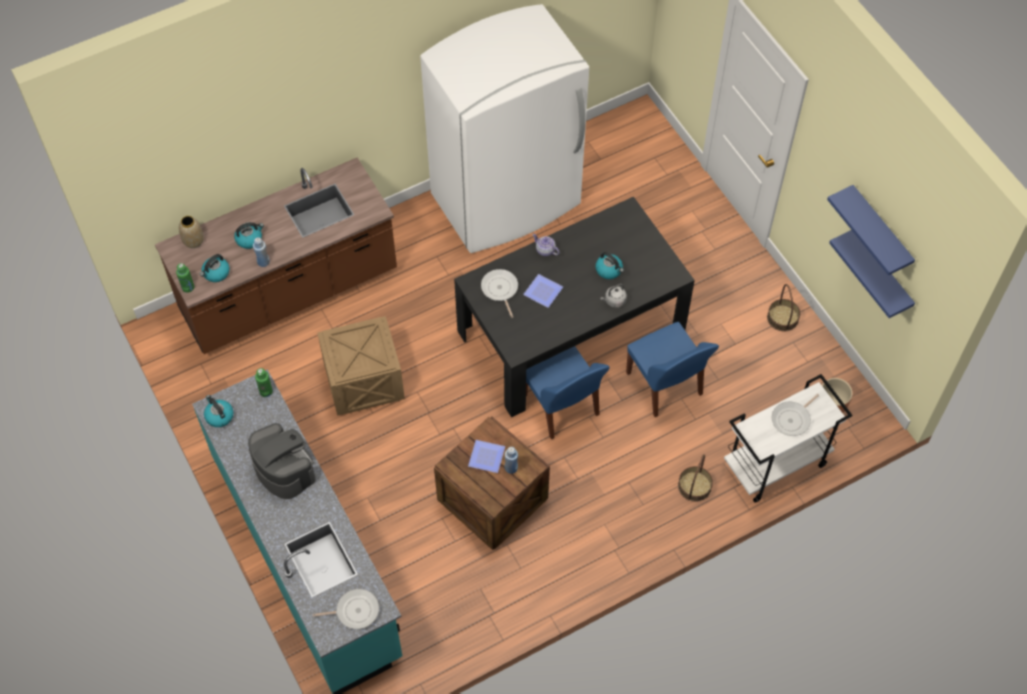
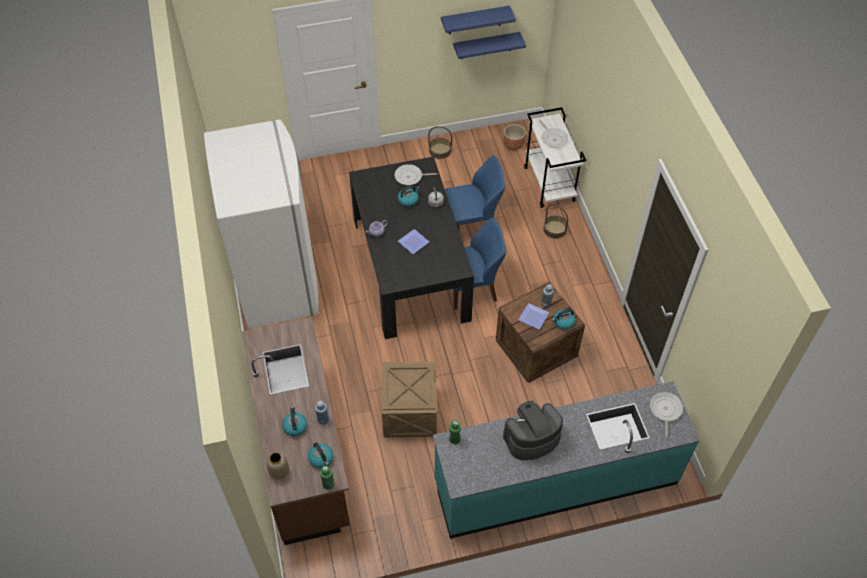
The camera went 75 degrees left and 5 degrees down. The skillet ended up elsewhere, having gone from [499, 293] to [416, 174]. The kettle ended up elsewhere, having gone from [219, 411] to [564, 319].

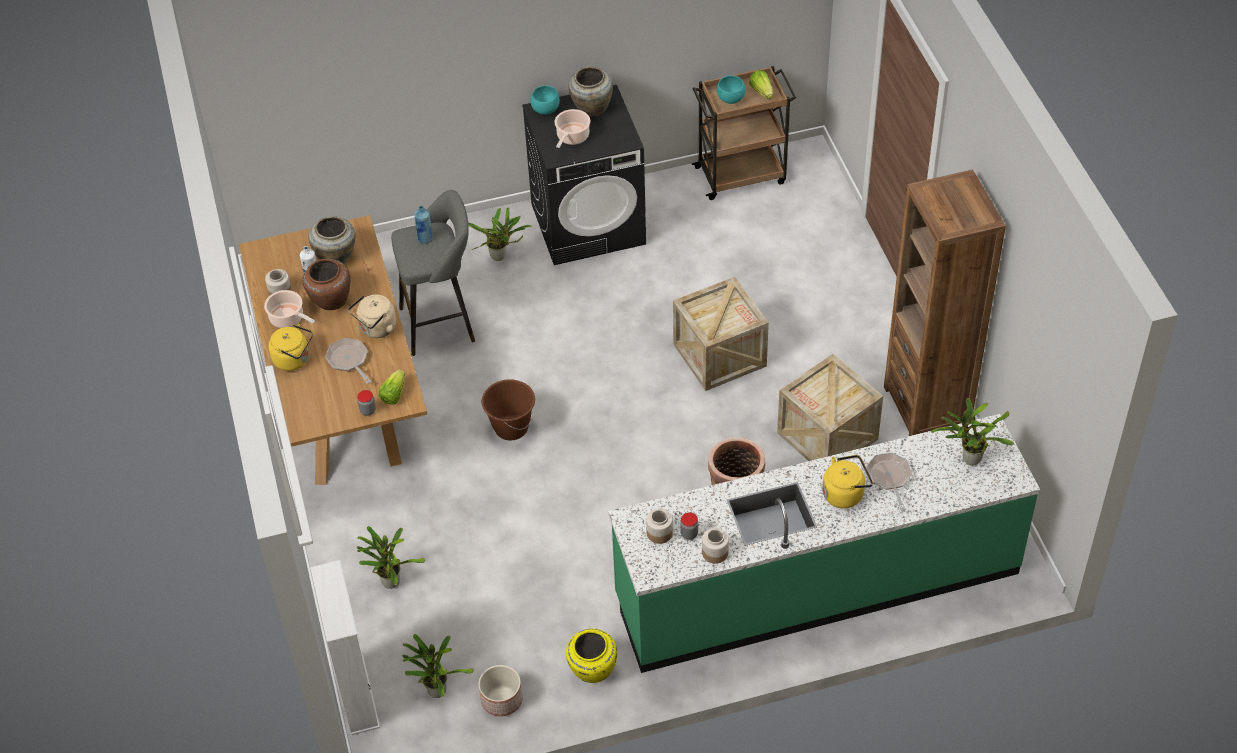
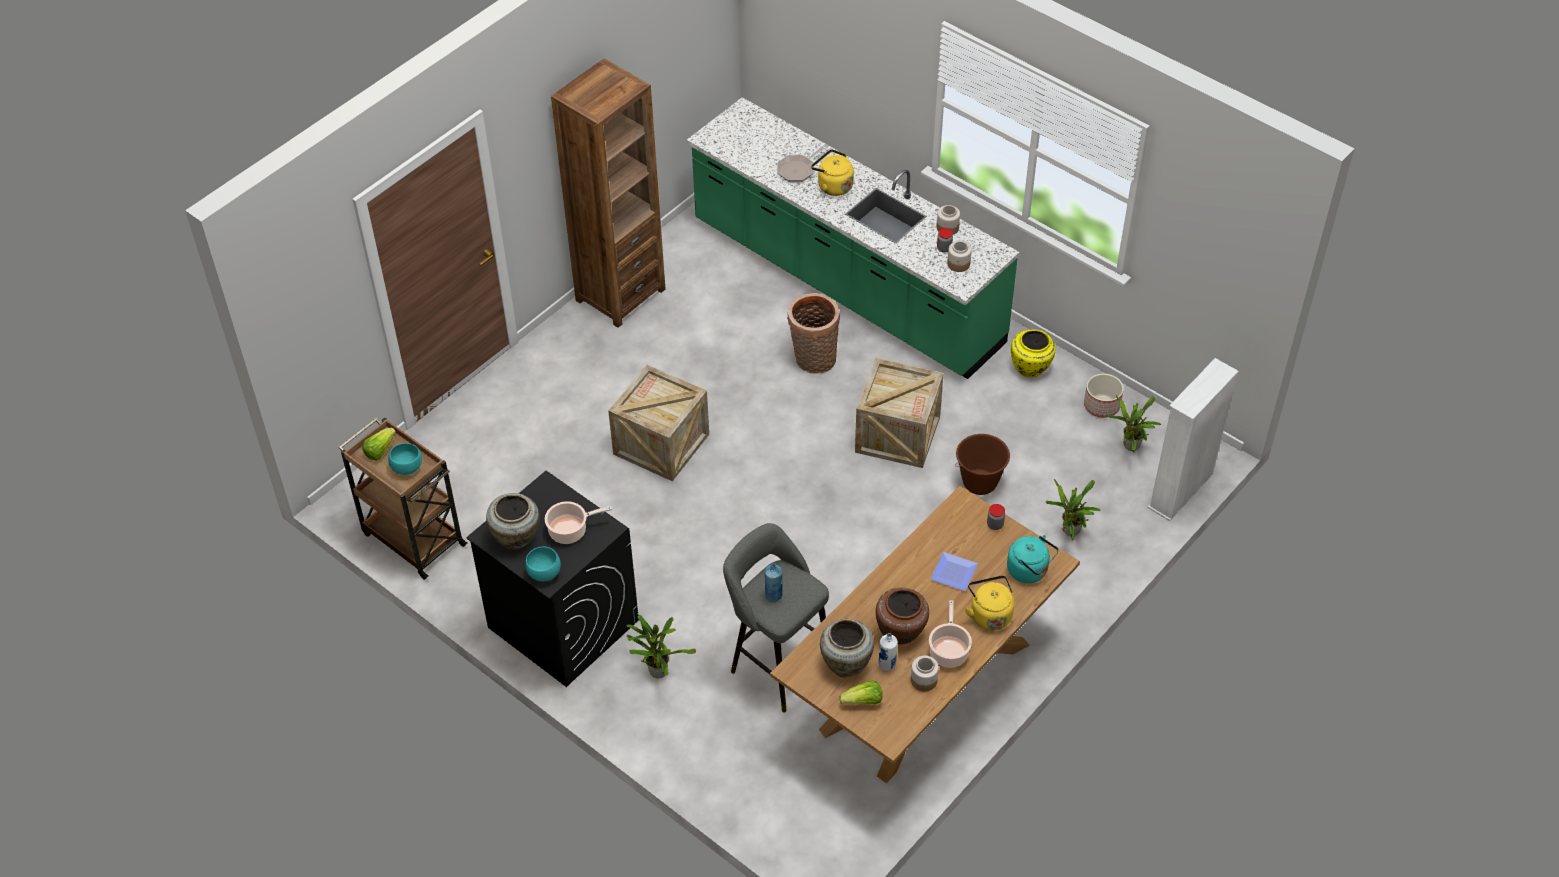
The camera went 125 degrees left and 0 degrees up. The lettuce ended up elsewhere, having gone from [391, 387] to [861, 693]. The shipping crate ended up elsewhere, having gone from [830, 407] to [899, 413]. Where the skillet stood at [348, 361], the dinner plate came to stand at [954, 571]. The brown pail ended up elsewhere, having gone from [508, 410] to [982, 464]. The second view gained the blue-green kettle at [1033, 559]. The second view lost the beige kettle at [372, 316]. The second view lost the houseplant at [972, 431].

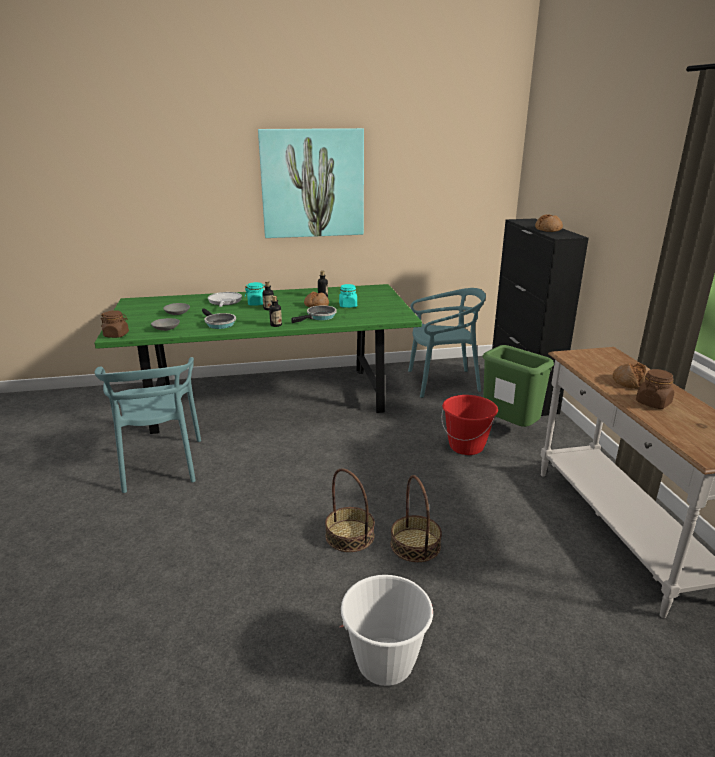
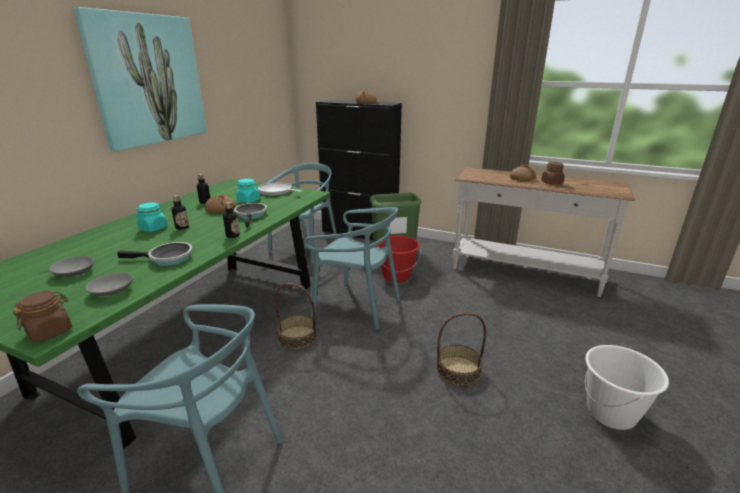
The camera went 55 degrees left and 0 degrees up. The skillet ended up elsewhere, having gone from [225, 299] to [280, 189]. The storage basket ended up elsewhere, having gone from [416, 518] to [296, 316]. The second view gained the blue-green plain chair at [352, 268].

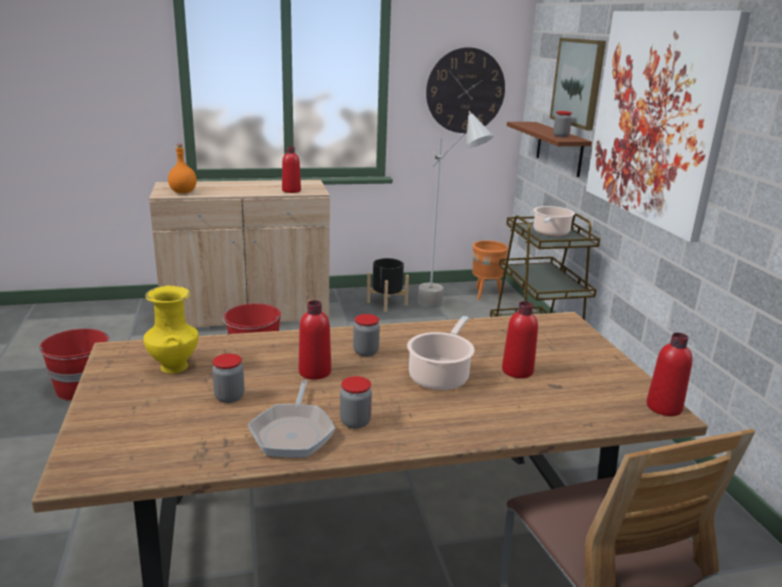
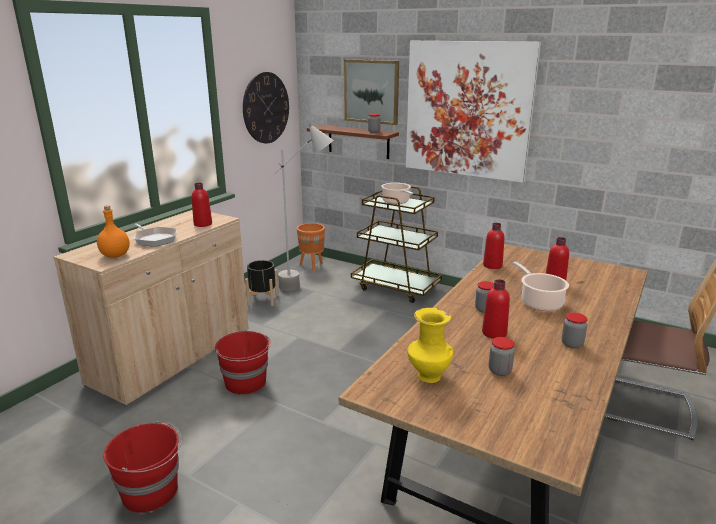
The camera went 45 degrees left and 0 degrees up. The skillet ended up elsewhere, having gone from [291, 419] to [155, 235]. The red-coloured drink bottle ended up elsewhere, having gone from [669, 374] to [493, 246].

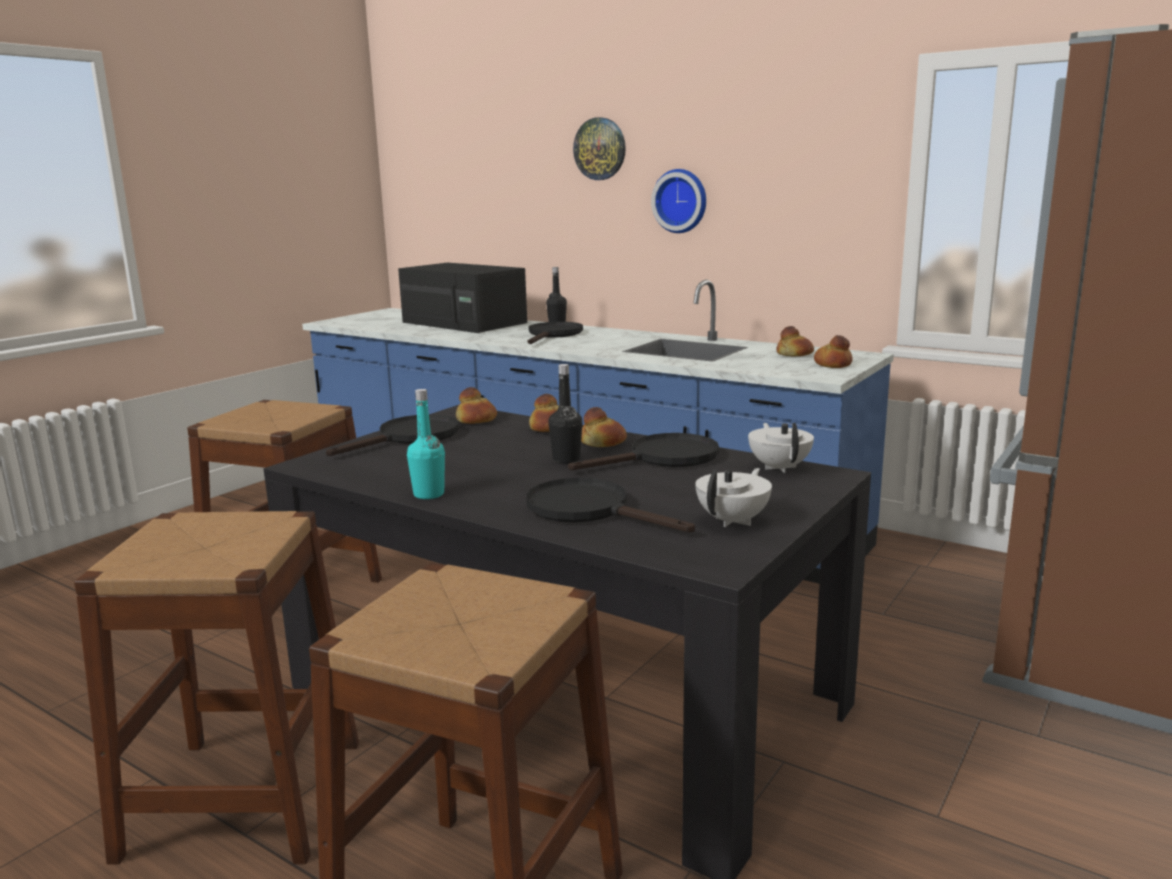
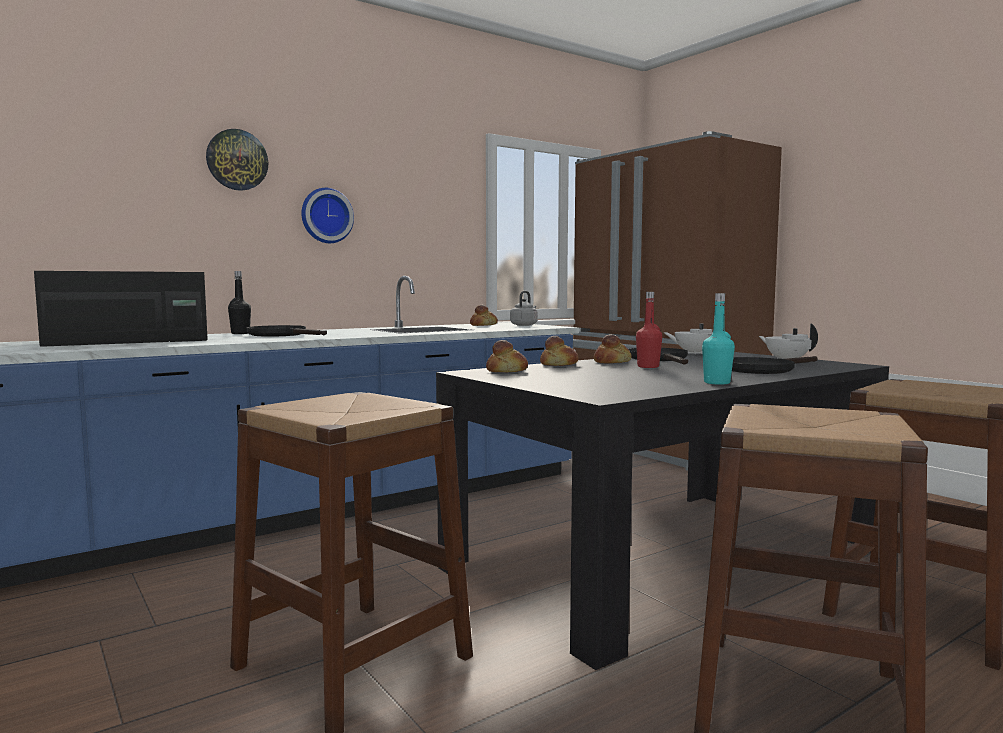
The camera went 70 degrees left and 10 degrees down. Where the baked bread stood at [833, 351], the gray kettle came to stand at [524, 308]. What was the blackish drink bottle at [565, 414] turned into the red-coloured drink bottle at [649, 330]. The second view lost the blackish skillet at [392, 435].

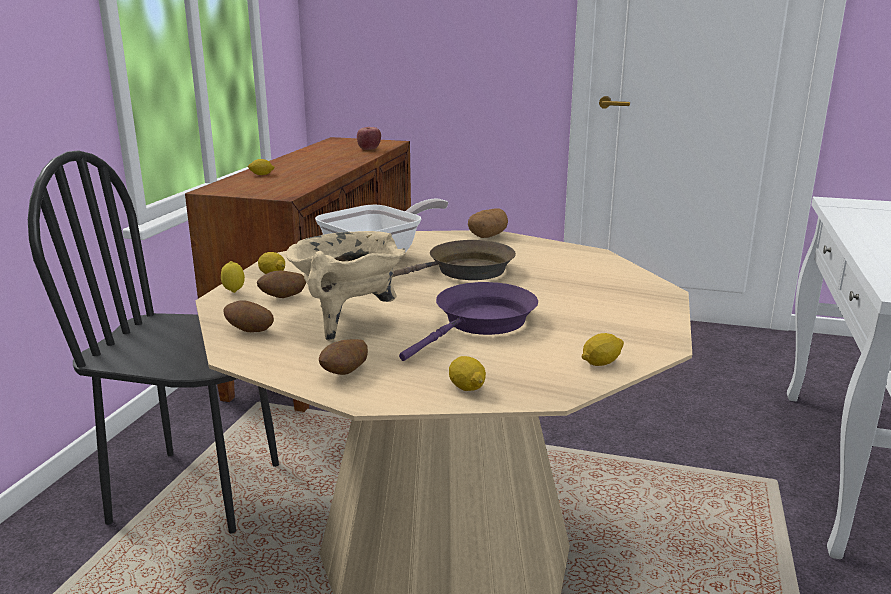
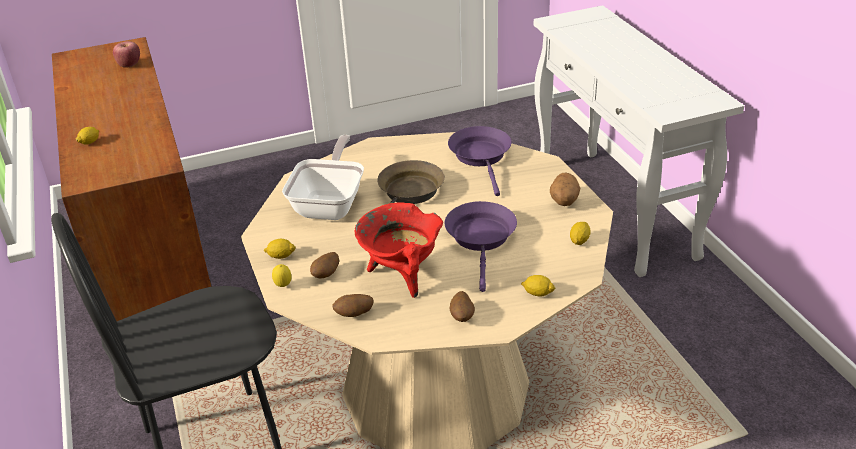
The camera went 35 degrees left and 15 degrees up. What was the beige stockpot at [345, 286] turned into the red-coloured stockpot at [399, 250]. The second view gained the purple skillet at [479, 161]. The potato ended up elsewhere, having gone from [488, 223] to [565, 189].

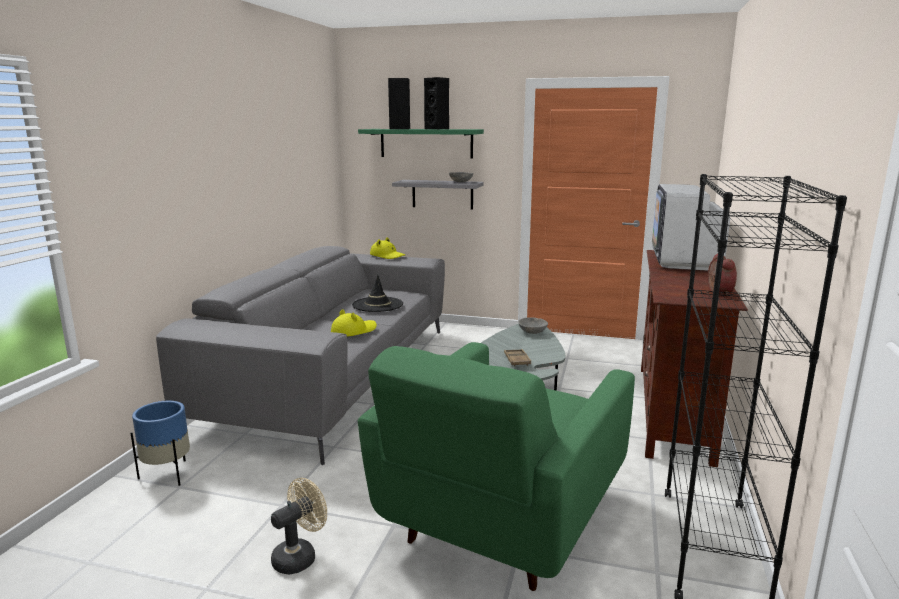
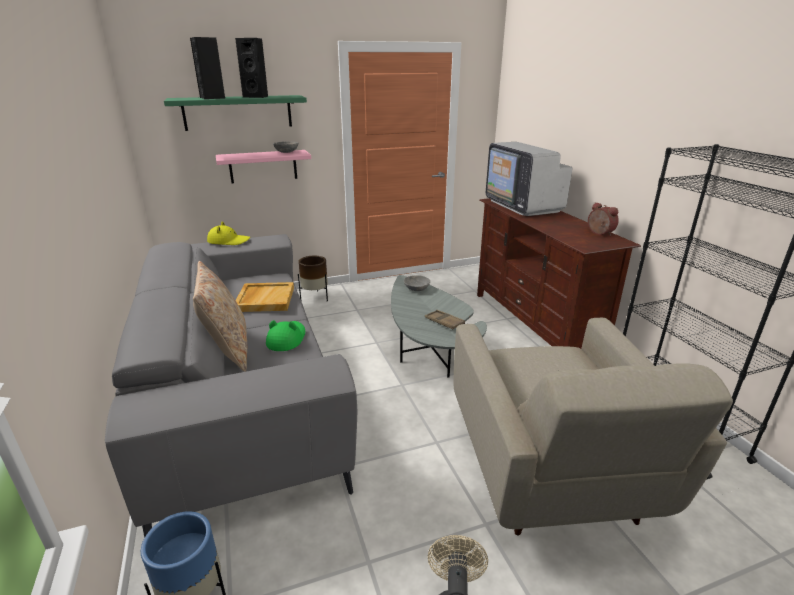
The camera went 35 degrees left and 10 degrees up. The second view gained the beige cushion at [220, 316]. What was the gray wall shelf at [438, 195] turned into the pink-coloured wall shelf at [263, 166]. Where the blackish clothing hat stood at [377, 293], the beige carrying tray came to stand at [265, 297]. What was the yellow-coloured clothing hat at [354, 322] turned into the green-coloured clothing hat at [285, 335]. The second view gained the brown planter at [313, 279]. What was the green-coloured lounge chair at [496, 466] turned into the beige lounge chair at [593, 426].

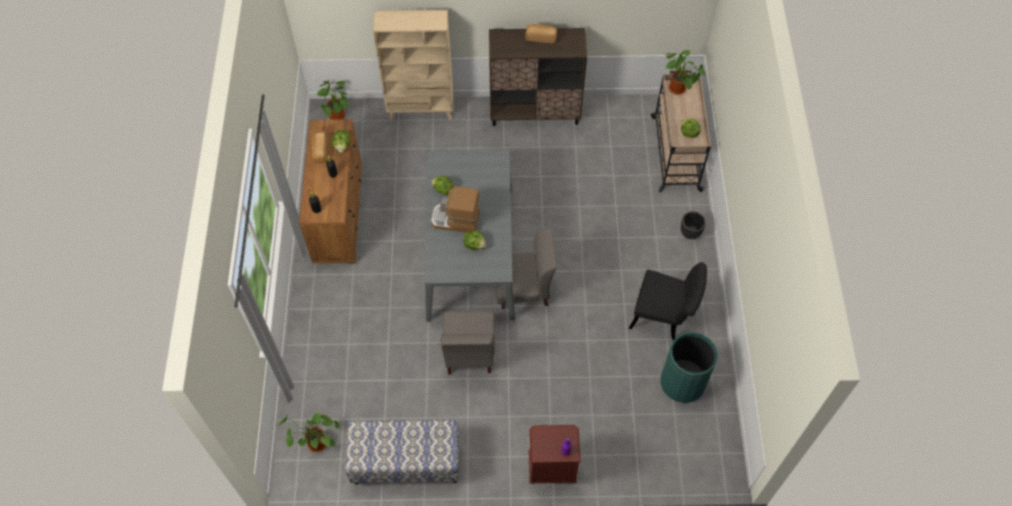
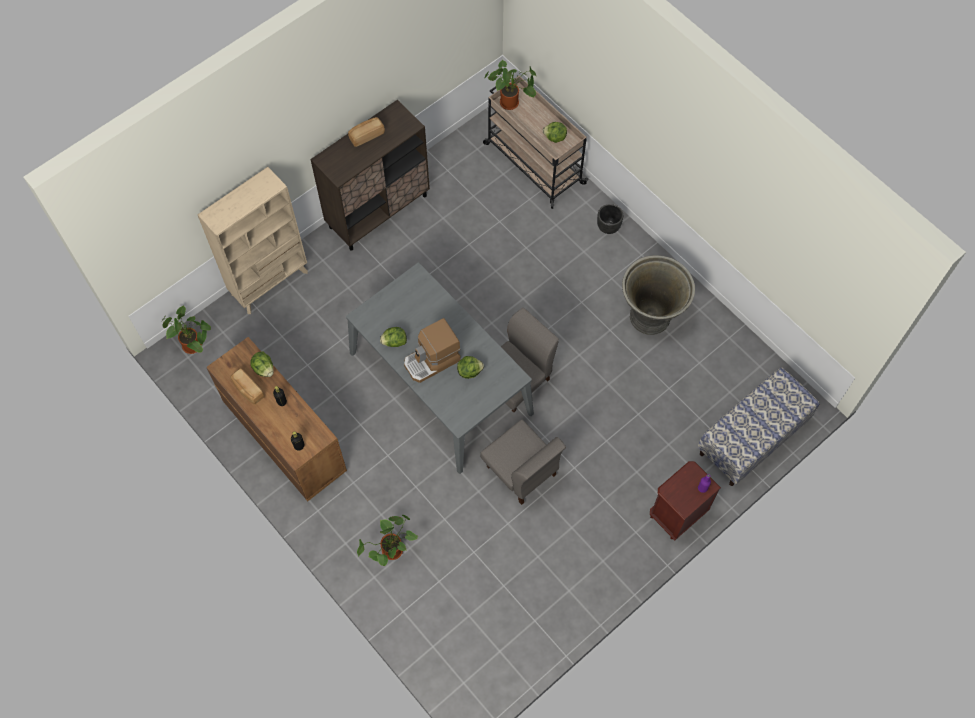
The camera went 40 degrees left and 5 degrees up. The houseplant ended up elsewhere, having gone from [309, 432] to [387, 540]. Where the blackish plain chair stood at [668, 301], the gray planter came to stand at [658, 295]. The long seat ended up elsewhere, having gone from [402, 452] to [759, 426]. The second view lost the green-coloured waste bin at [689, 367].

